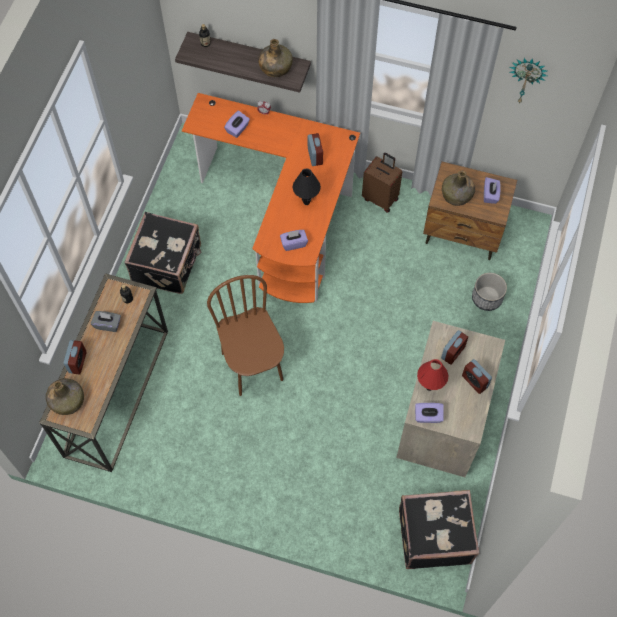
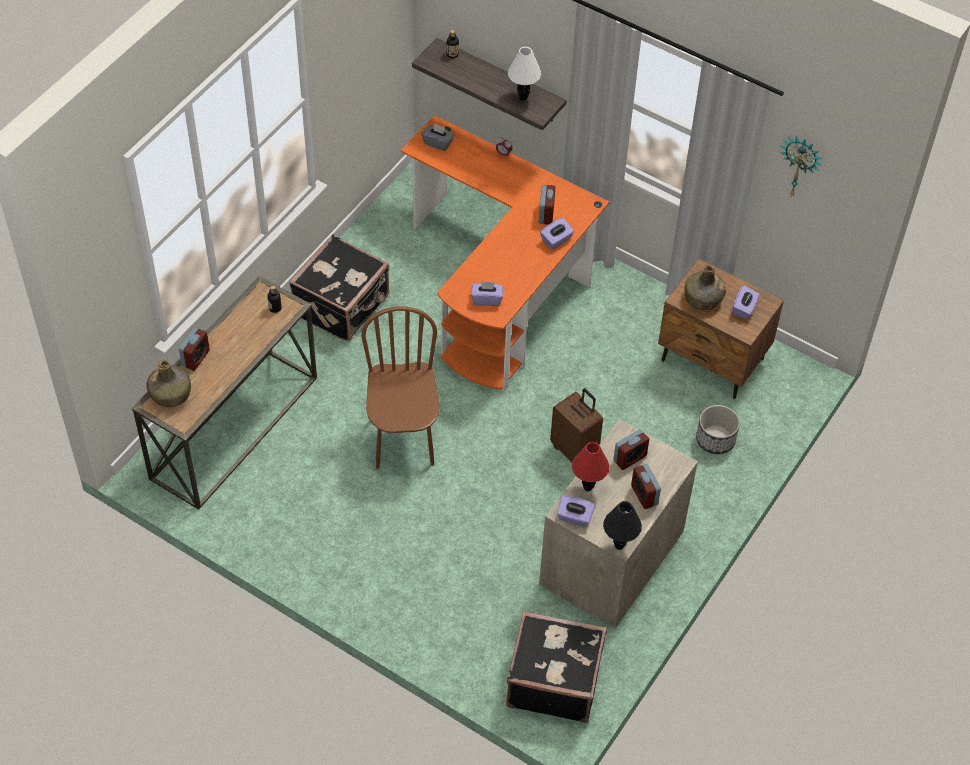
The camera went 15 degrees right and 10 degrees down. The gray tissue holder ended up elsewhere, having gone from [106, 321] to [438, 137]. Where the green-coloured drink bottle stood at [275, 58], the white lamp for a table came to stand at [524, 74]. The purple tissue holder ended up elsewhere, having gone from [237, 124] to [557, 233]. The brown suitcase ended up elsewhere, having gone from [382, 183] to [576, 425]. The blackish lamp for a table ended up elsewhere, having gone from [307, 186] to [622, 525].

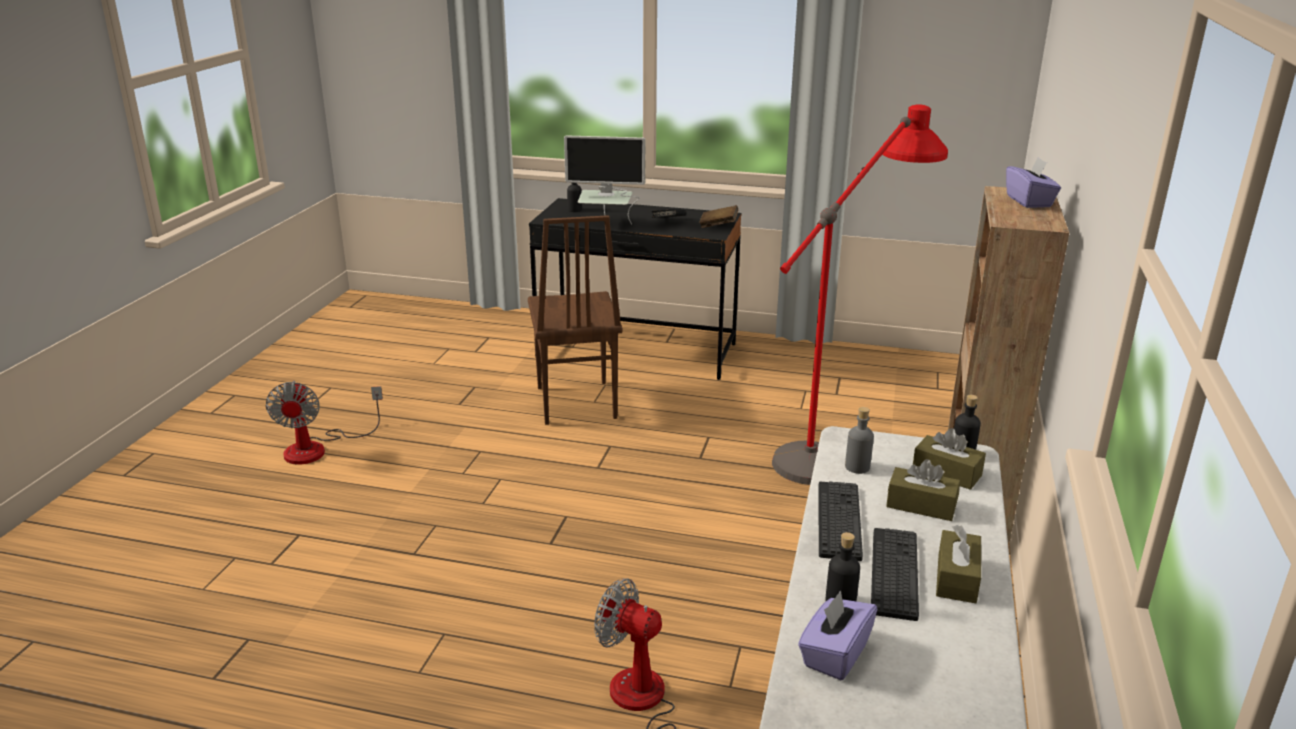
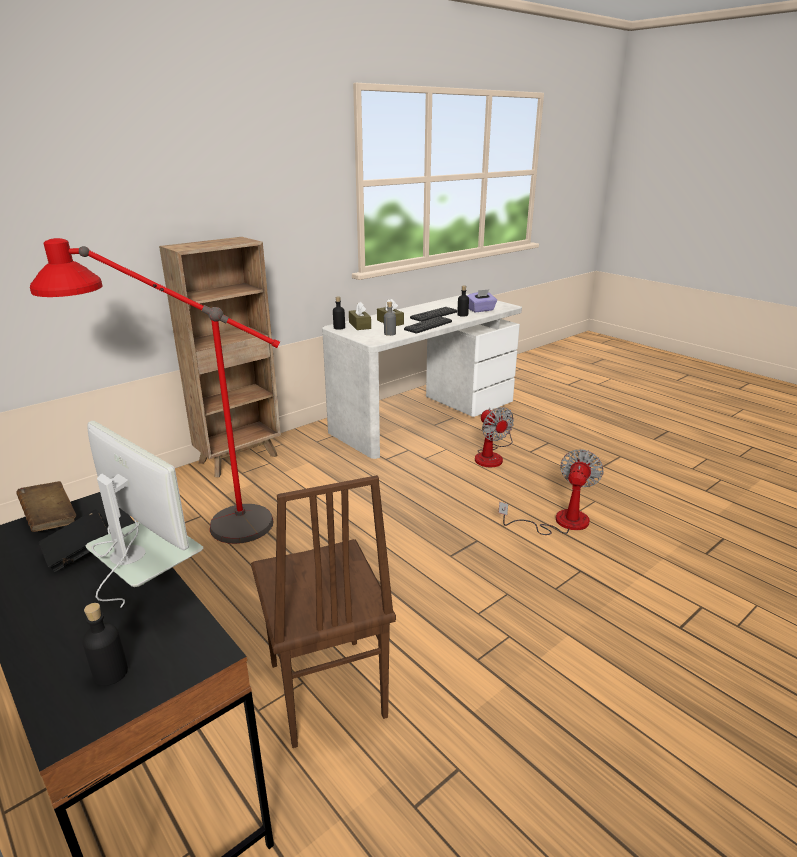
The camera went 145 degrees left and 0 degrees up. The brown plain chair at [575, 320] ended up facing another way, 135 degrees clockwise from before. The electric fan ended up elsewhere, having gone from [324, 423] to [551, 492]. The second view lost the brown tissue holder at [958, 564]. The second view lost the purple tissue holder at [1033, 183].

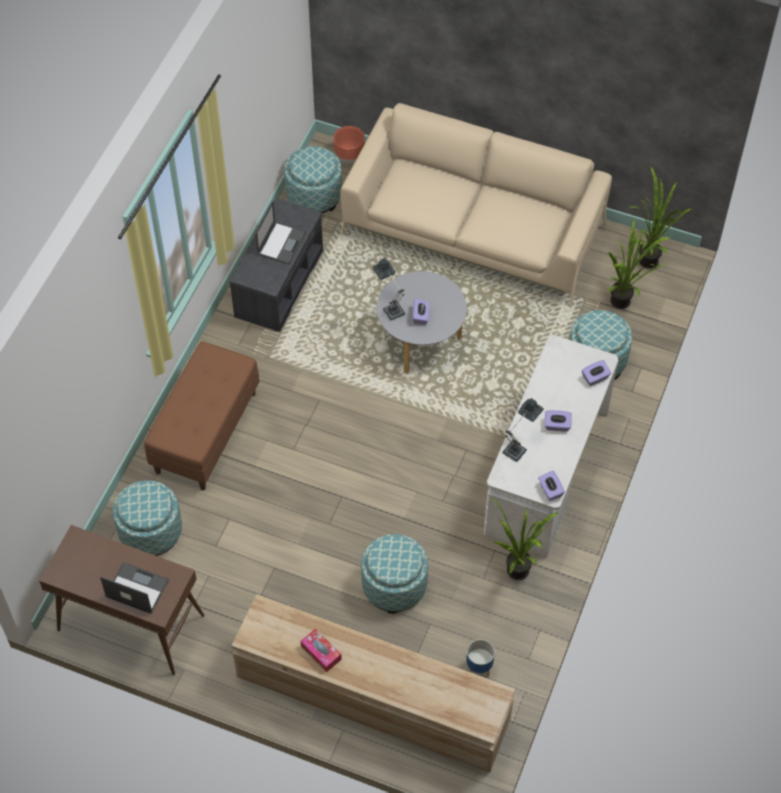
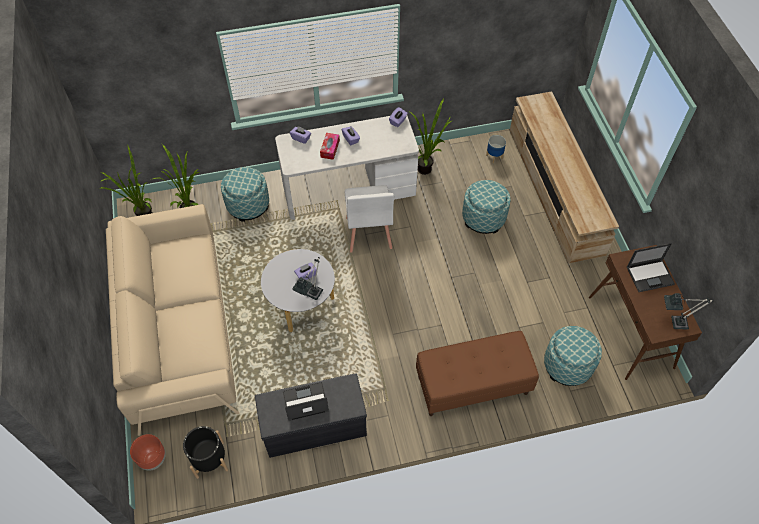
The camera went 125 degrees left and 0 degrees up. Where the footrest stood at [313, 179], the blackish planter came to stand at [205, 452]. The tissue holder ended up elsewhere, having gone from [321, 650] to [330, 146]. The second view gained the white plain chair at [369, 218]. The portable computer at [134, 588] ended up facing another way, 90 degrees counterclockwise from before. The lamp for a table ended up elsewhere, having gone from [523, 430] to [688, 311].

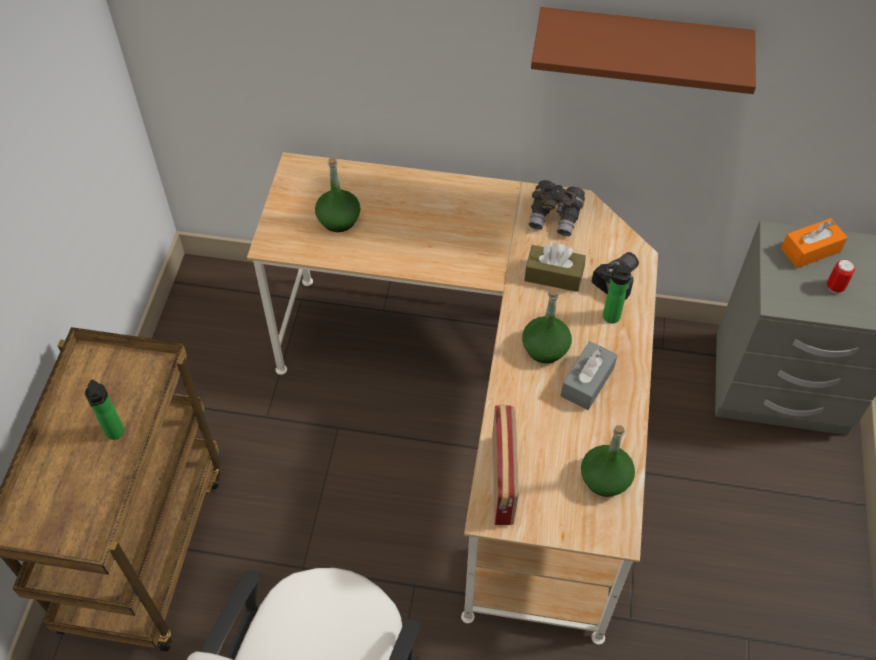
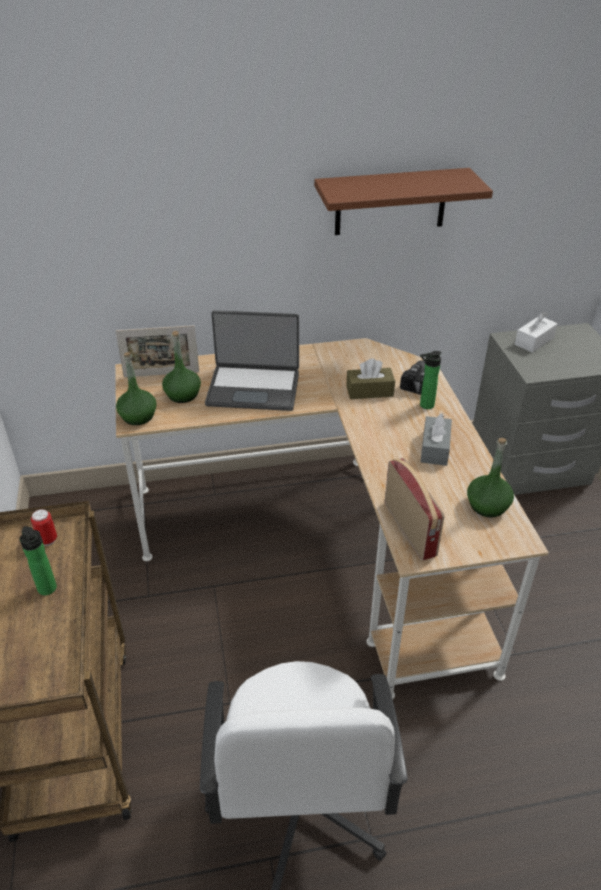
The camera went 20 degrees left and 15 degrees down. The sealed can ended up elsewhere, having gone from [841, 276] to [44, 527]. The second view gained the photo frame at [157, 351]. The green-coloured drink bottle ended up elsewhere, having gone from [547, 326] to [136, 388]. The second view gained the portable computer at [252, 360]. What was the orange tissue holder at [814, 243] turned into the white tissue holder at [536, 332]. The second view lost the gray binoculars at [557, 208].

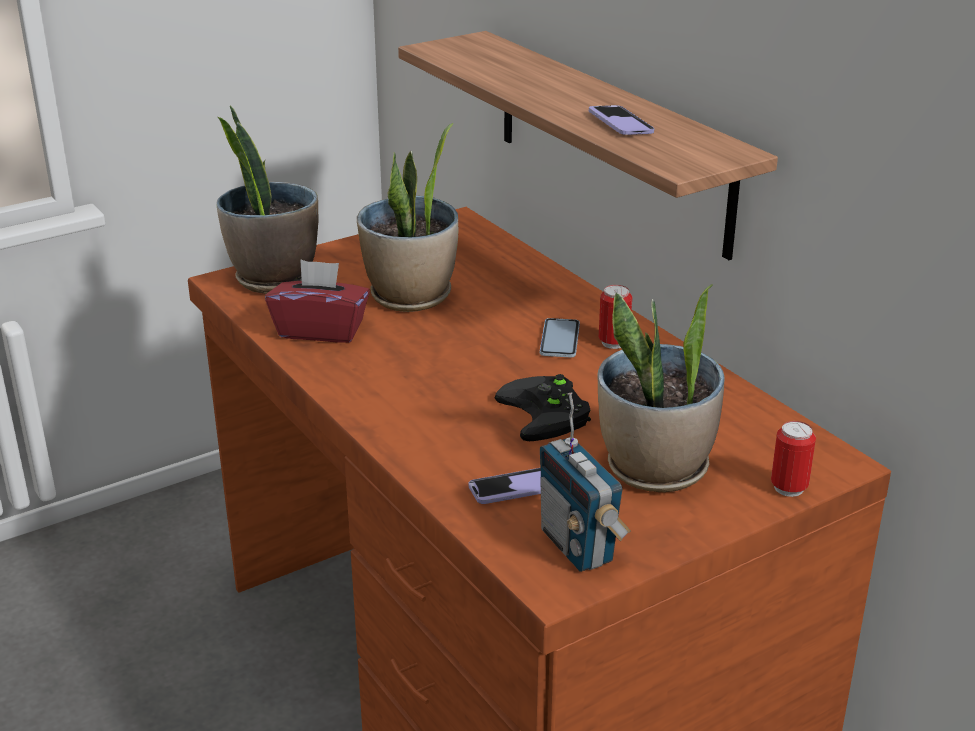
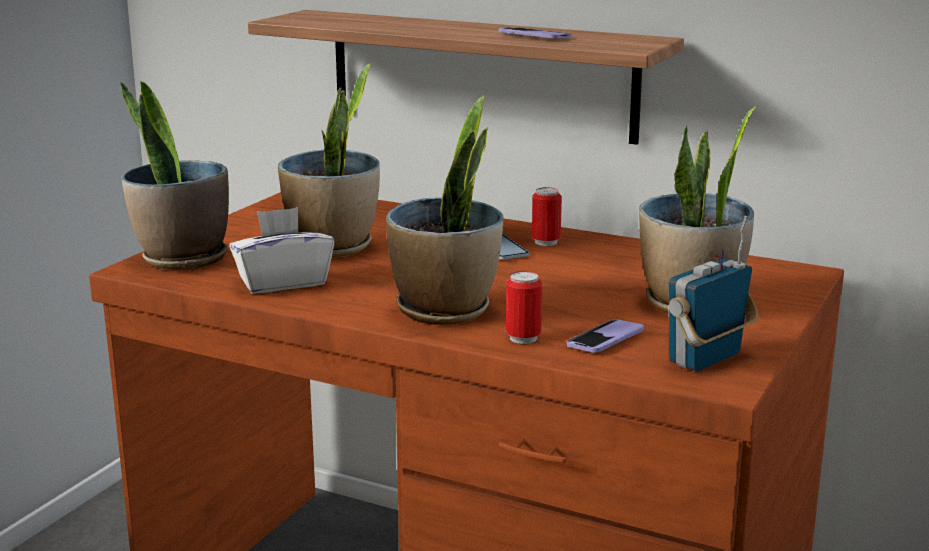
The camera went 30 degrees left and 10 degrees down. What was the red-coloured tissue holder at [317, 301] turned into the white tissue holder at [281, 250]. The second view gained the houseplant at [444, 210]. The sealed can ended up elsewhere, having gone from [793, 459] to [524, 307]. The radio at [585, 482] ended up facing another way, 105 degrees clockwise from before. The second view lost the blackish game controller at [543, 407].

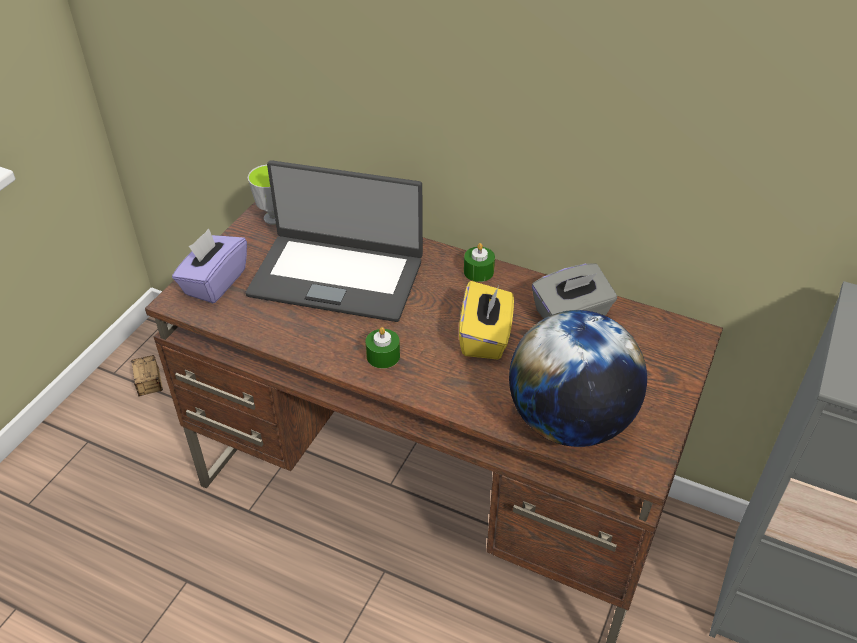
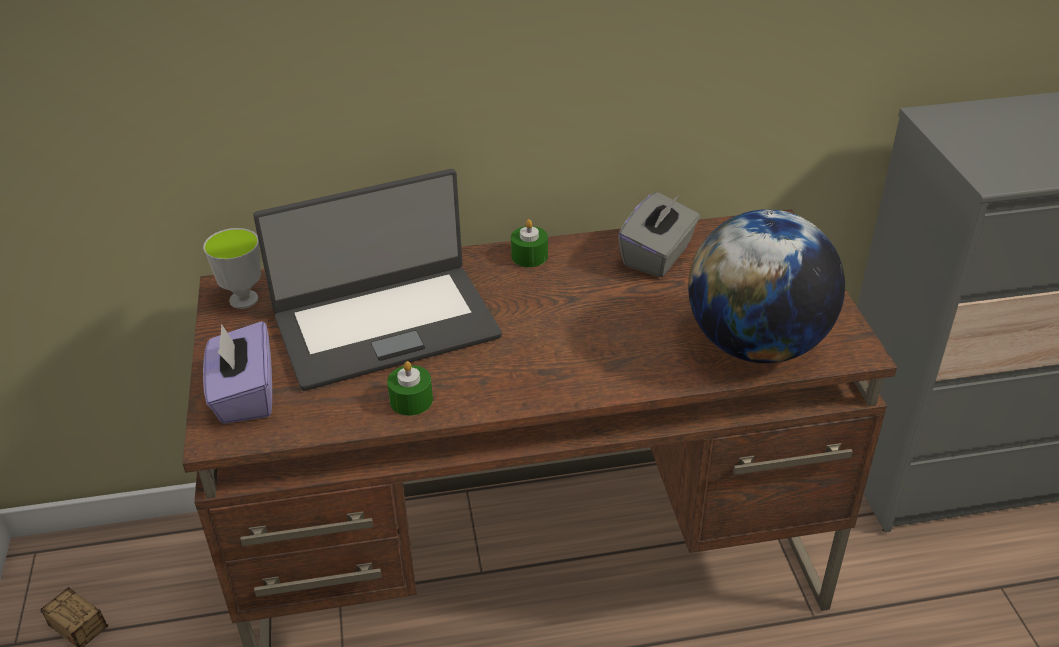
The camera went 35 degrees left and 5 degrees down. The green-coloured candle ended up elsewhere, having gone from [383, 348] to [410, 388]. The second view lost the yellow-coloured tissue holder at [486, 320].

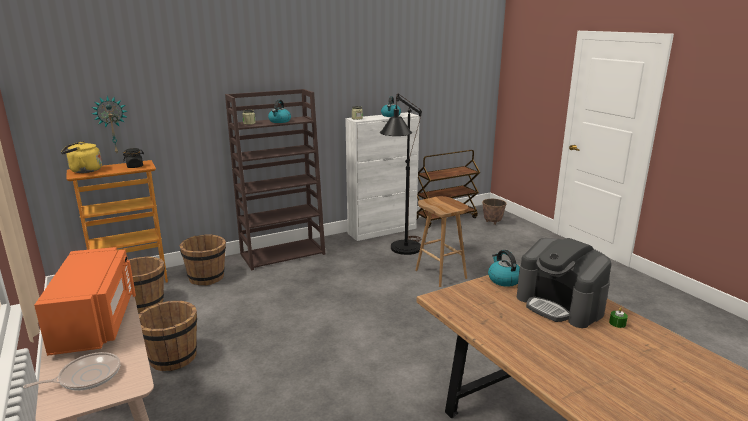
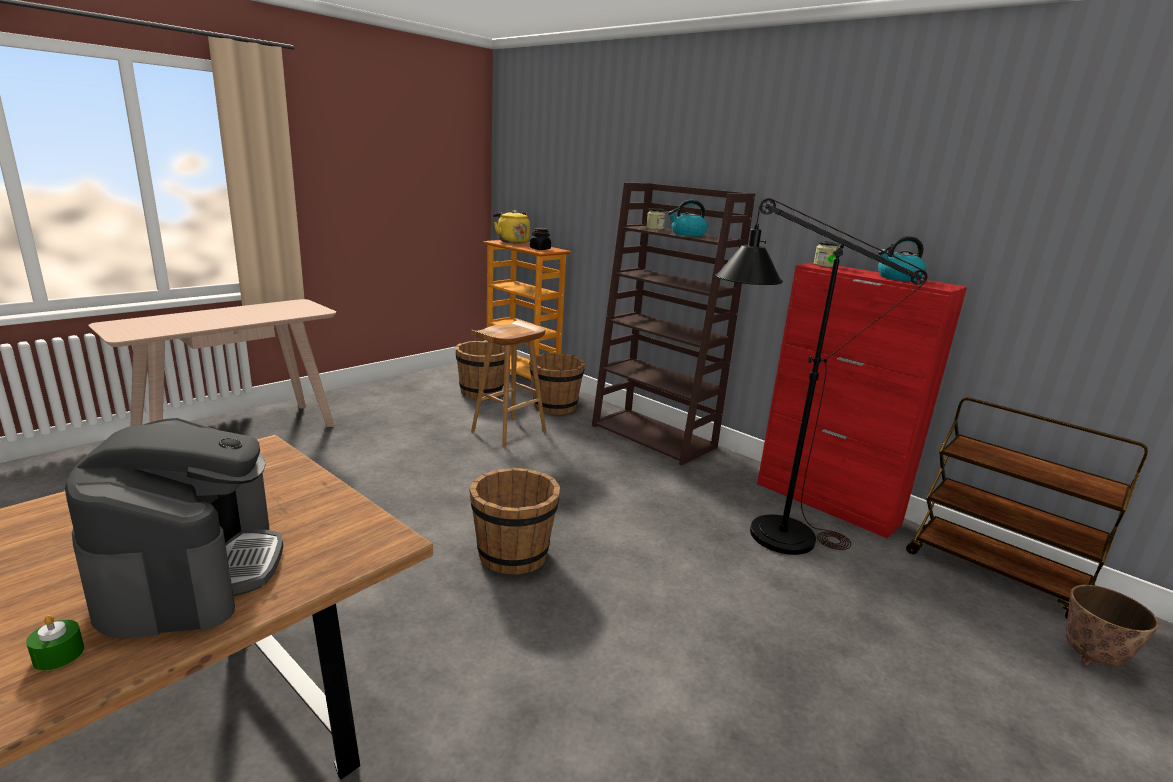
The camera went 70 degrees right and 0 degrees up. The coffee machine at [564, 283] ended up facing another way, 135 degrees clockwise from before. The brown pail ended up elsewhere, having gone from [168, 335] to [514, 521]. The brown sitting stool ended up elsewhere, having gone from [442, 241] to [508, 384]. What was the white cupboard at [382, 176] turned into the red-coloured cupboard at [862, 400]. The second view lost the skillet at [71, 371]. The second view lost the orange microwave oven at [85, 301]. The second view lost the hanging clock at [109, 124]. The second view lost the kettle at [504, 268].

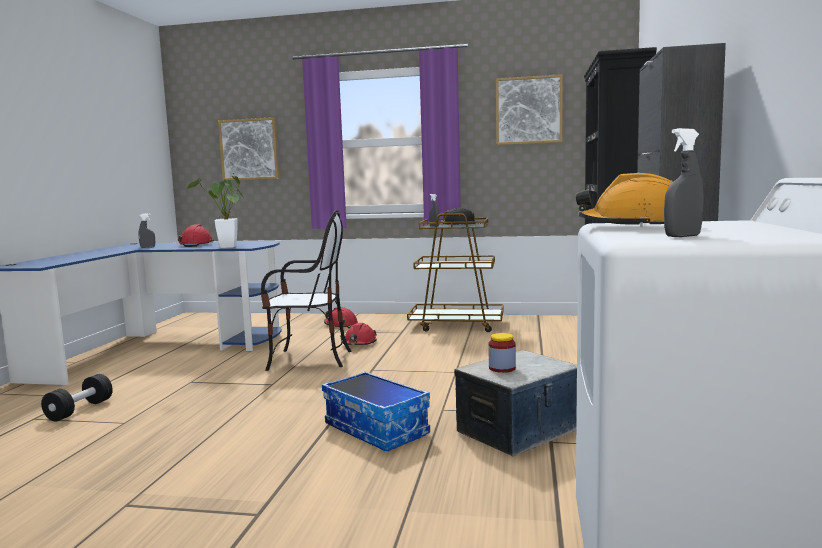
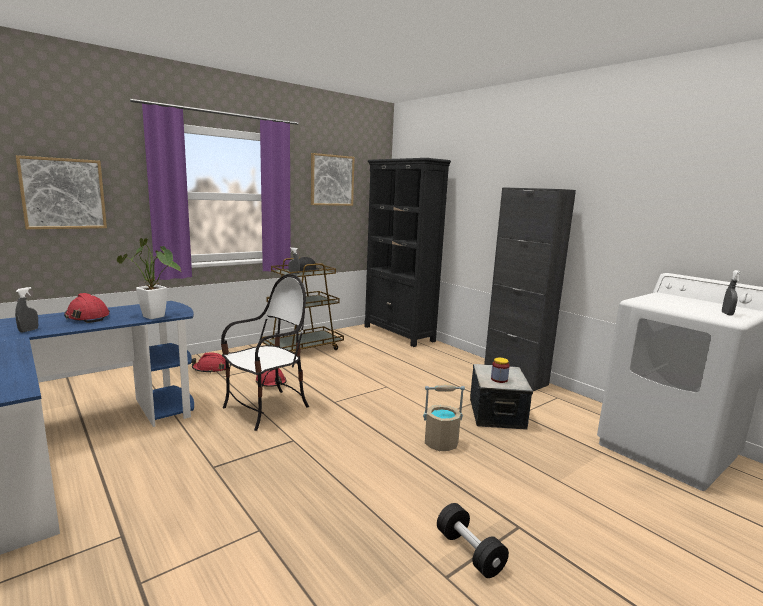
The camera went 50 degrees left and 5 degrees up. Where the storage bin stood at [376, 411], the beige pail came to stand at [444, 418]. The blackish free weight ended up elsewhere, having gone from [77, 398] to [473, 540]. The second view lost the orange safety helmet at [624, 200].

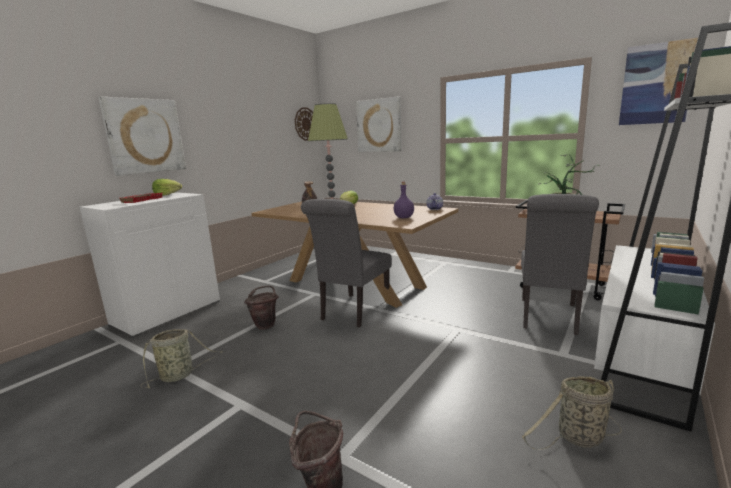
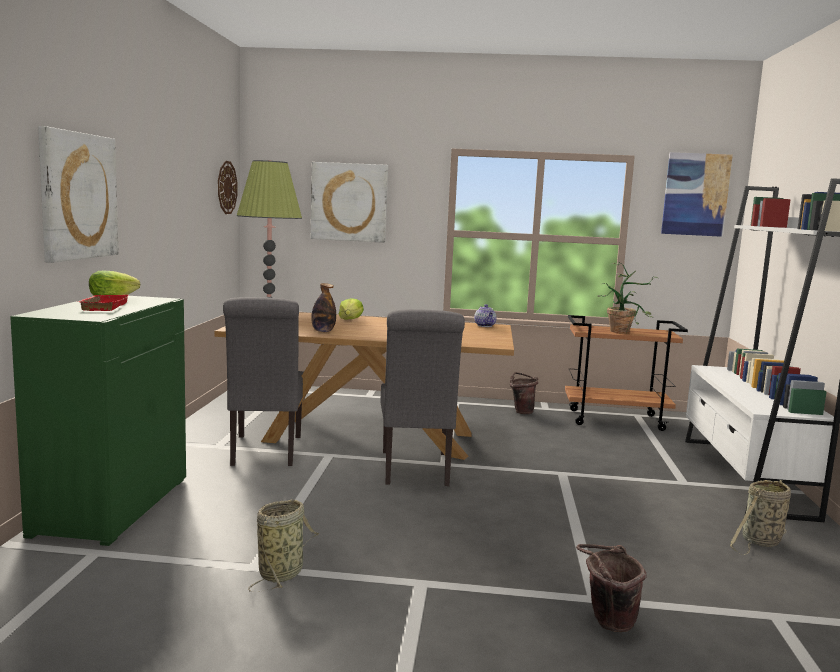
The camera went 30 degrees left and 5 degrees down. What was the white cupboard at [150, 265] turned into the green-coloured cupboard at [98, 421]. The gray plain chair ended up elsewhere, having gone from [560, 264] to [263, 381]. The brown pail ended up elsewhere, having gone from [261, 308] to [524, 393]. The second view lost the purple drink bottle at [404, 200].

